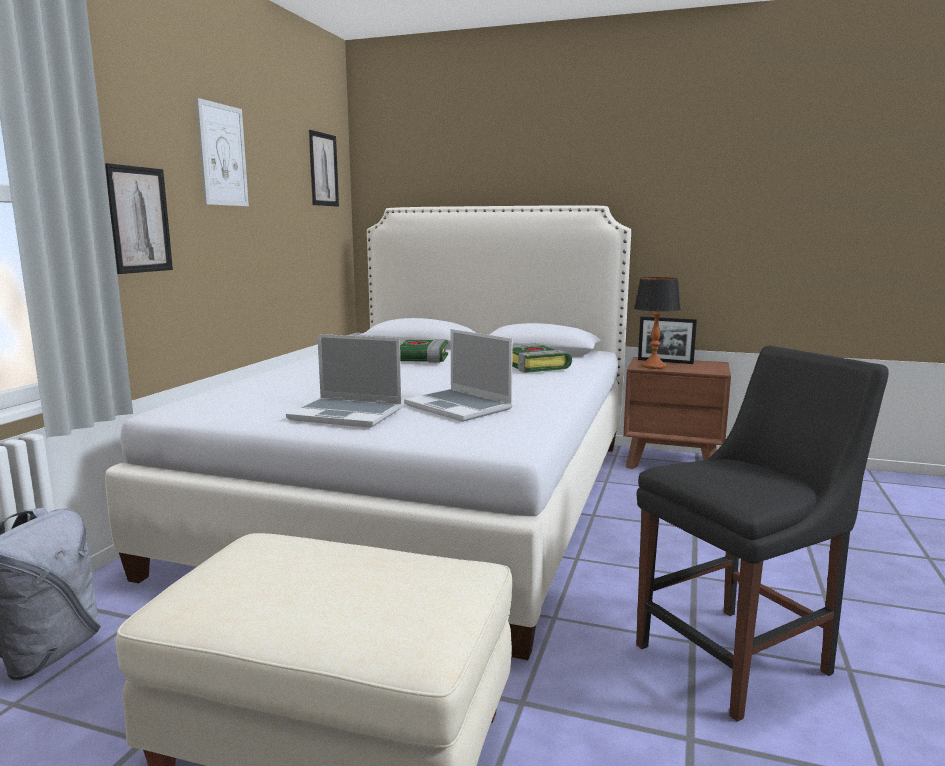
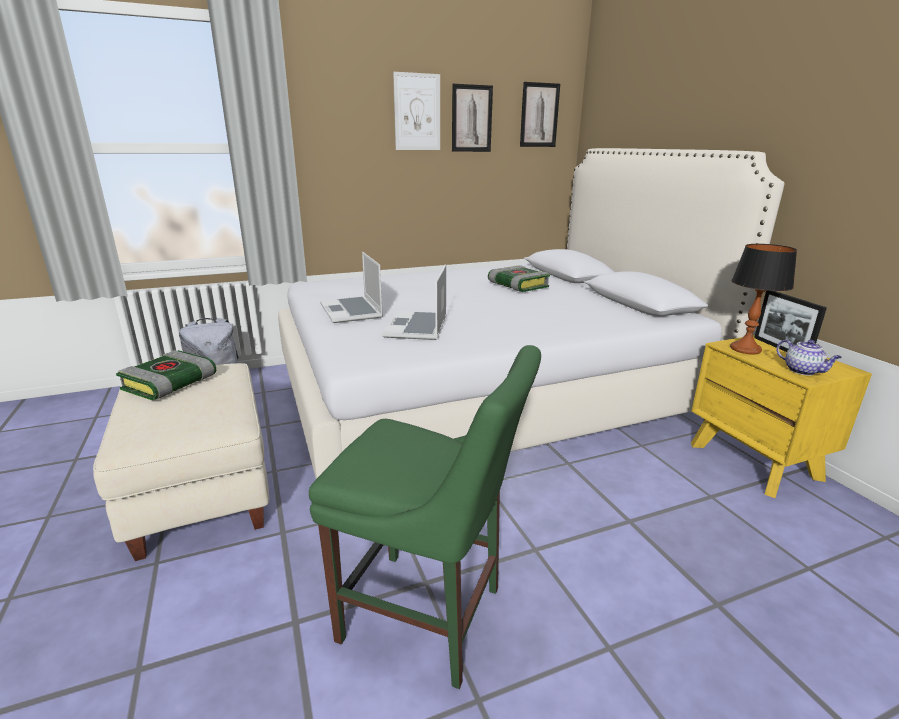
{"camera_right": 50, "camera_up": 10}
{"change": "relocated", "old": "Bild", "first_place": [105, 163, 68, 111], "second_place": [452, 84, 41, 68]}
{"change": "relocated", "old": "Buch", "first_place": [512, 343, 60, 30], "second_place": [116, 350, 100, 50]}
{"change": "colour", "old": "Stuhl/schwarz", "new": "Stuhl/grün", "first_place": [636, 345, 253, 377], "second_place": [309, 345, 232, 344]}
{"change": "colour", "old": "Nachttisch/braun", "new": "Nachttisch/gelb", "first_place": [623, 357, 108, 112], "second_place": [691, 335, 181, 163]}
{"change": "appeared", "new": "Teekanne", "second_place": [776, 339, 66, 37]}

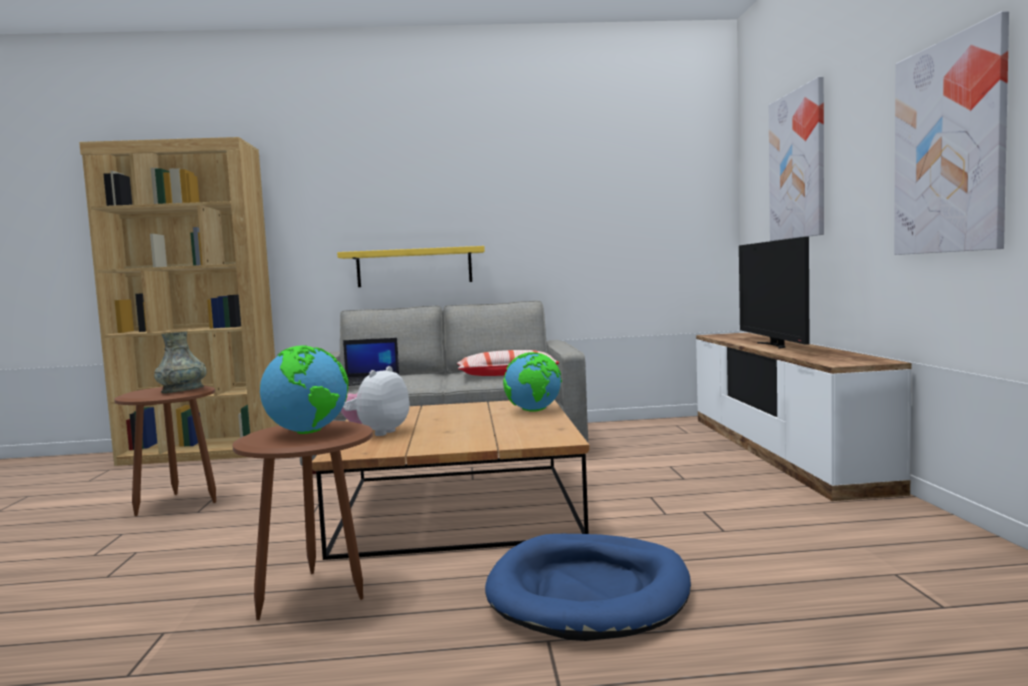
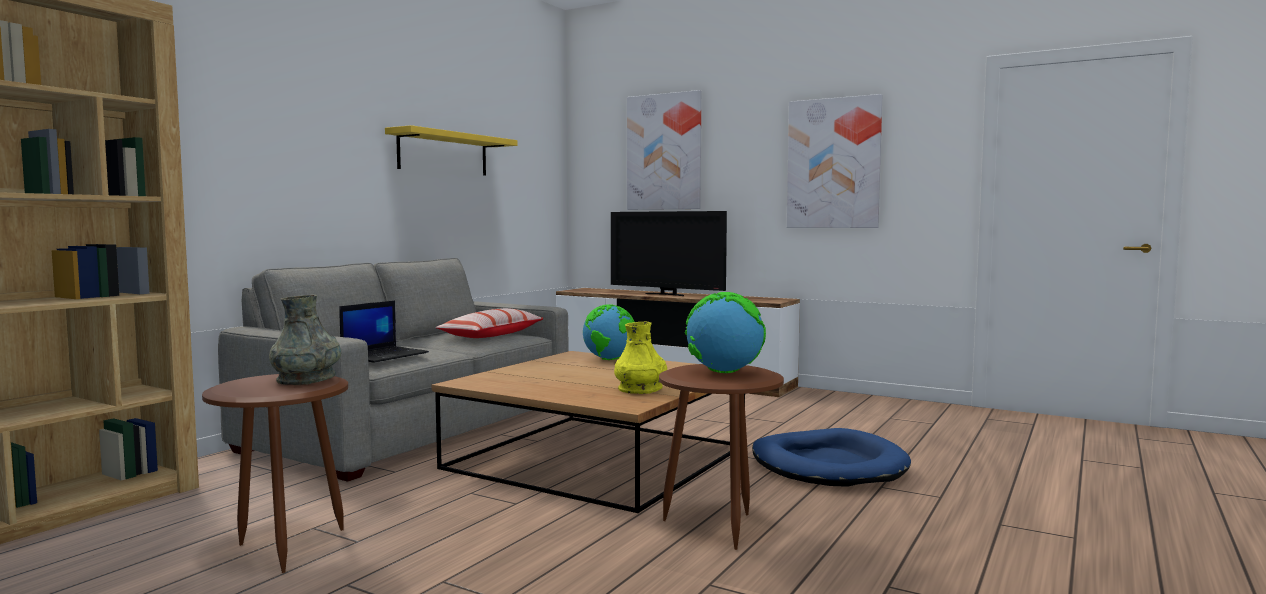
{"camera_right": -55, "camera_up": 0}
{"change": "relocated", "old": "Wandregal/gelb", "first_place": [337, 246, 148, 41], "second_place": [385, 125, 133, 50]}
{"change": "missing", "old": "Plüschtier", "first_place": [341, 366, 69, 70]}
{"change": "appeared", "new": "Vase/gelb", "second_place": [614, 322, 53, 72]}

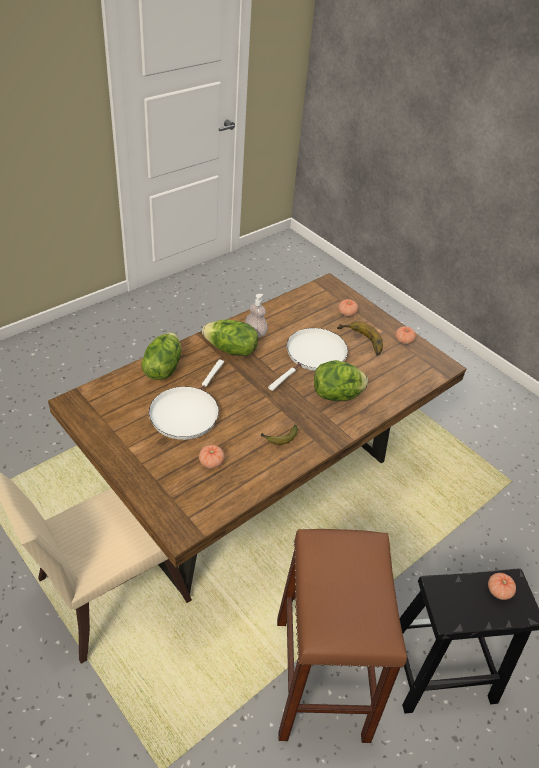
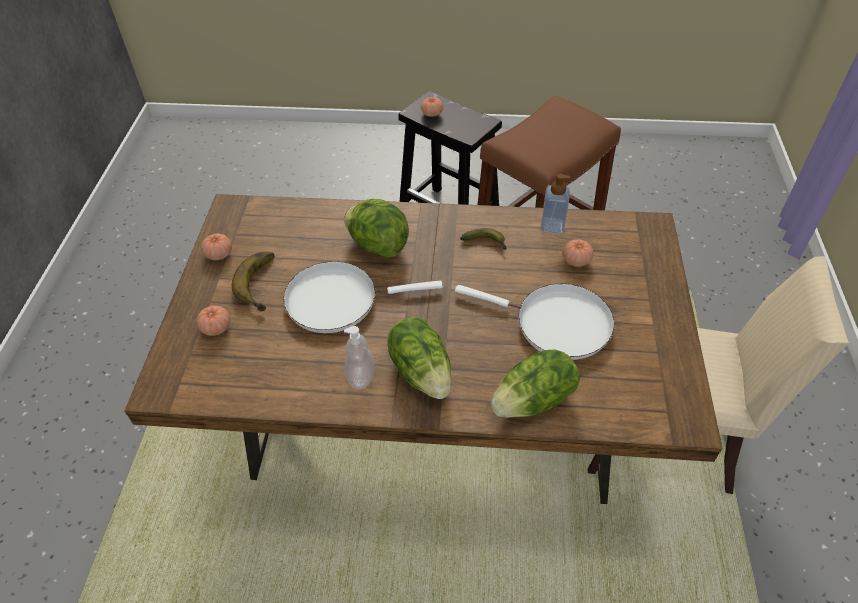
{"camera_right": -130, "camera_up": 5}
{"change": "spun", "old": "Pfanne/weiß", "first_place": [149, 359, 75, 81], "second_place": [455, 283, 160, 77], "degrees": 45}
{"change": "appeared", "new": "Seifenspender", "second_place": [541, 174, 29, 60]}

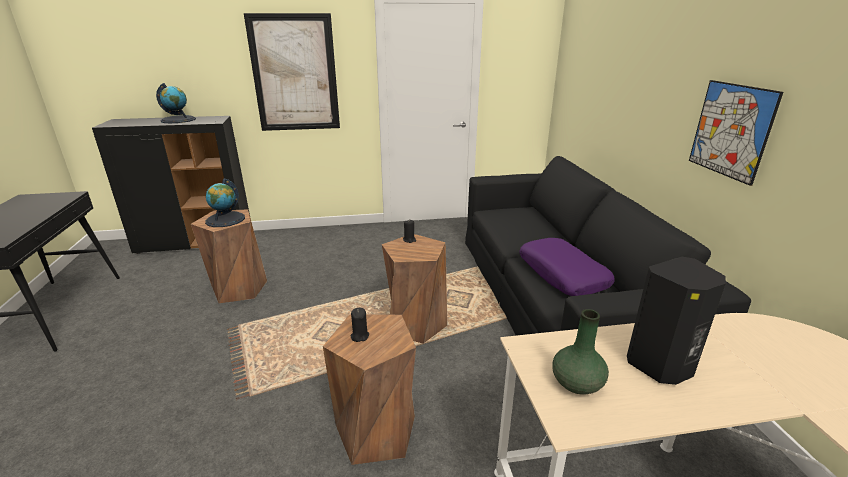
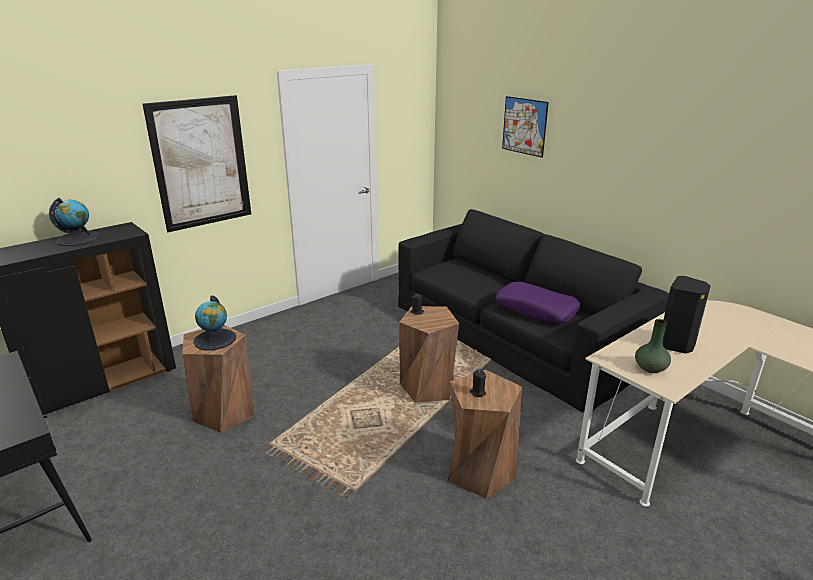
{"camera_right": -30, "camera_up": 0}
{"change": "relocated", "old": "Bild", "first_place": [689, 80, 94, 106], "second_place": [502, 96, 47, 62]}

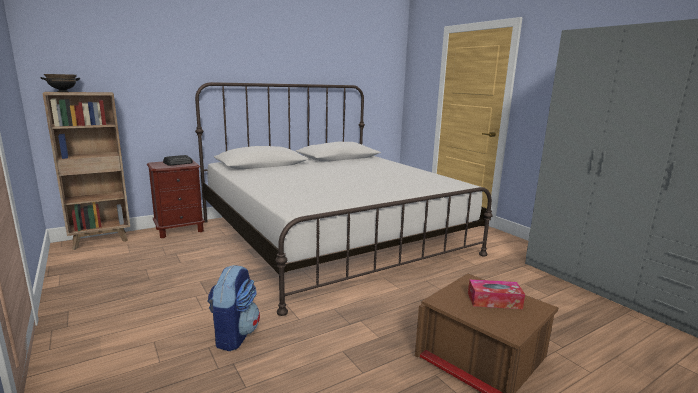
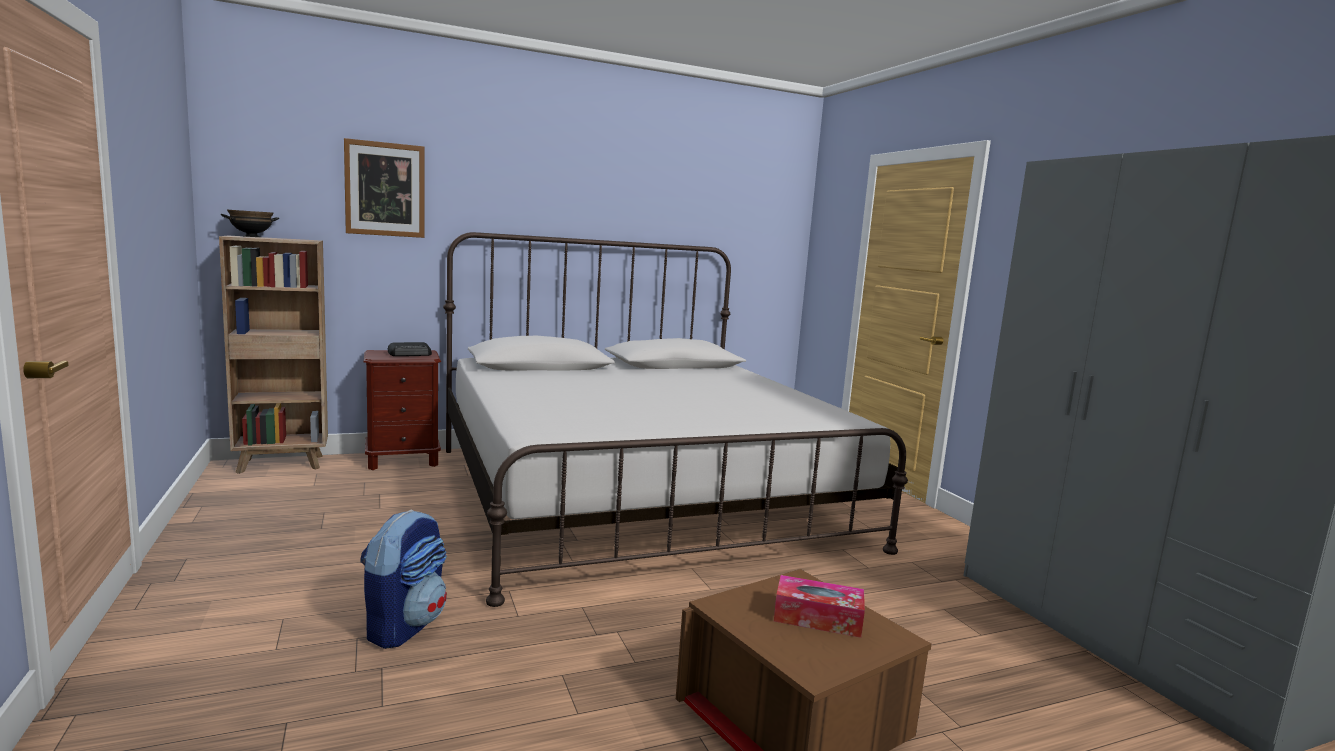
{"camera_right": 10, "camera_up": -5}
{"change": "appeared", "new": "Bild", "second_place": [344, 138, 80, 100]}

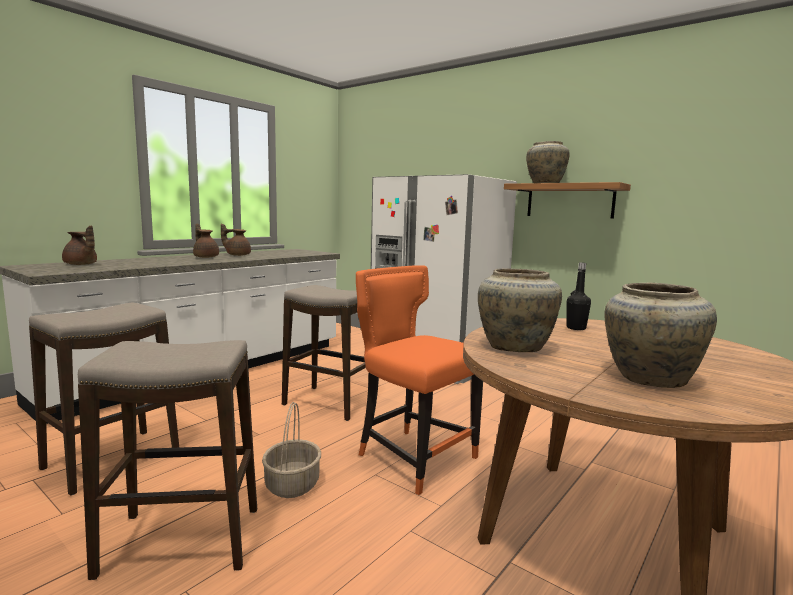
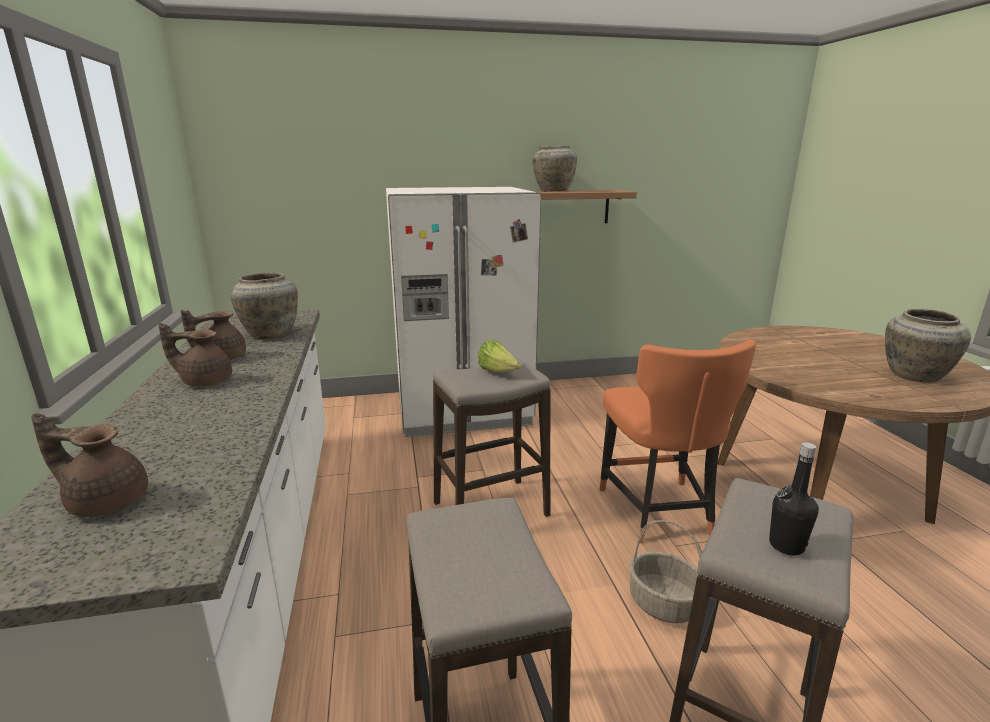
{"camera_right": -50, "camera_up": 10}
{"change": "spun", "old": "Teekanne/braun", "first_place": [62, 225, 35, 40], "second_place": [31, 413, 117, 104], "degrees": -150}
{"change": "relocated", "old": "Flasche/schwarz", "first_place": [566, 262, 25, 68], "second_place": [769, 442, 50, 113]}
{"change": "spun", "old": "Stuhl/orange", "first_place": [356, 265, 127, 230], "second_place": [600, 339, 156, 204], "degrees": -90}
{"change": "relocated", "old": "Vase/beige", "first_place": [478, 268, 84, 84], "second_place": [231, 273, 67, 66]}
{"change": "appeared", "new": "Salatkopf", "second_place": [478, 340, 43, 33]}

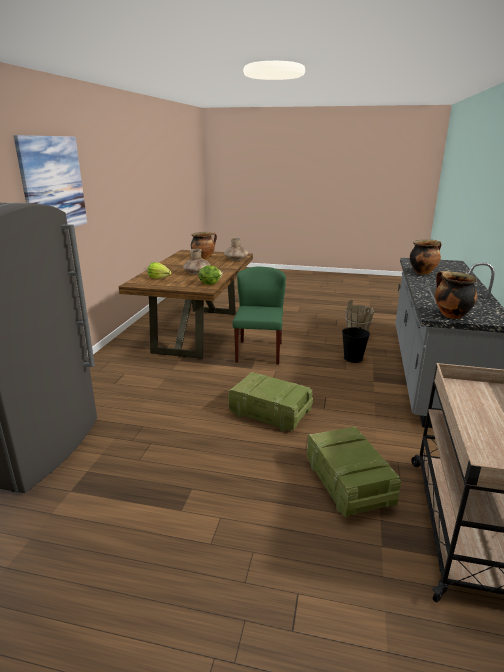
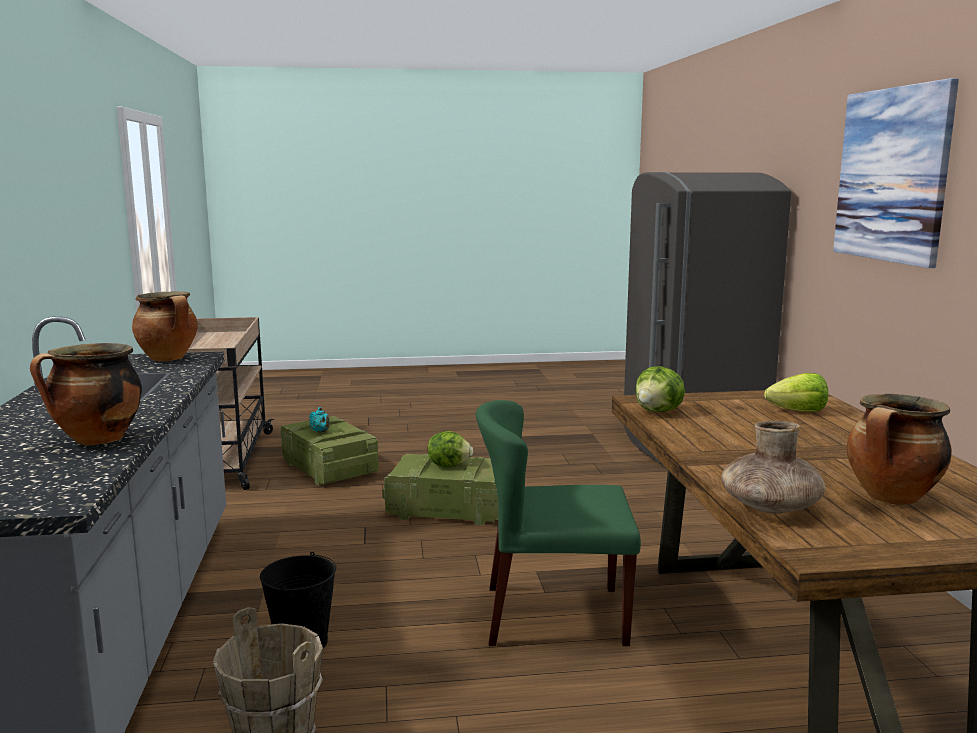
{"camera_right": 160, "camera_up": -10}
{"change": "missing", "old": "Vase/braun", "first_place": [183, 249, 28, 26]}
{"change": "spun", "old": "Stuhl/grün", "first_place": [232, 266, 54, 99], "second_place": [476, 400, 165, 246], "degrees": 105}
{"change": "appeared", "new": "Teekanne/türkis", "second_place": [309, 407, 21, 26]}
{"change": "appeared", "new": "Salatkopf", "second_place": [428, 431, 45, 37]}

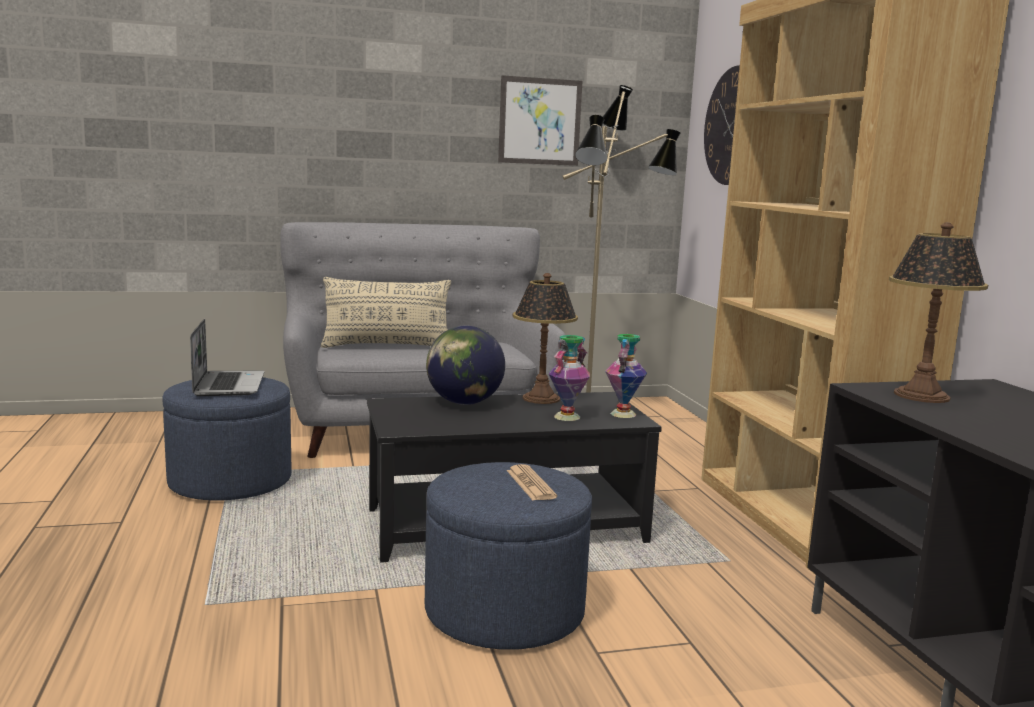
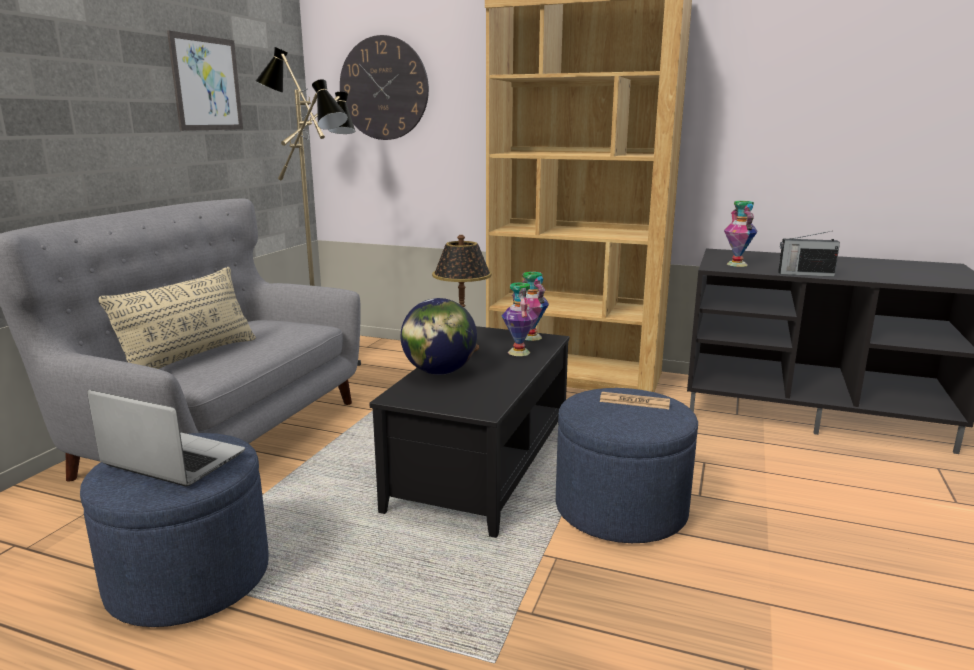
{"camera_right": -55, "camera_up": 5}
{"change": "exchanged", "old": "Tischlampe", "new": "Vase", "first_place": [889, 222, 99, 181], "second_place": [724, 201, 34, 66]}
{"change": "appeared", "new": "Radio", "second_place": [778, 231, 62, 46]}

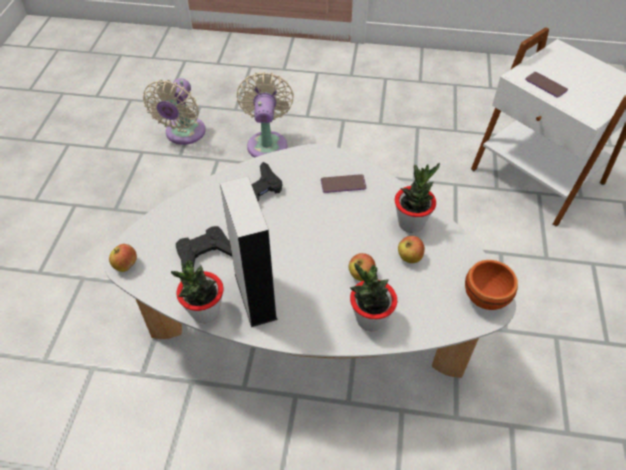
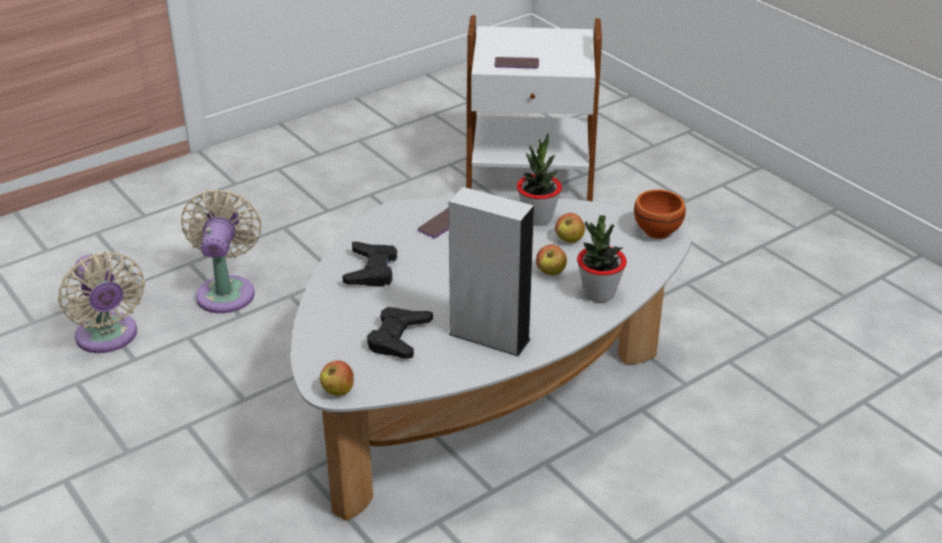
{"camera_right": -45, "camera_up": -15}
{"change": "spun", "old": "Ventilator/beige", "first_place": [237, 72, 57, 86], "second_place": [181, 189, 80, 124], "degrees": 45}
{"change": "missing", "old": "Topfpflanze", "first_place": [171, 260, 52, 63]}

